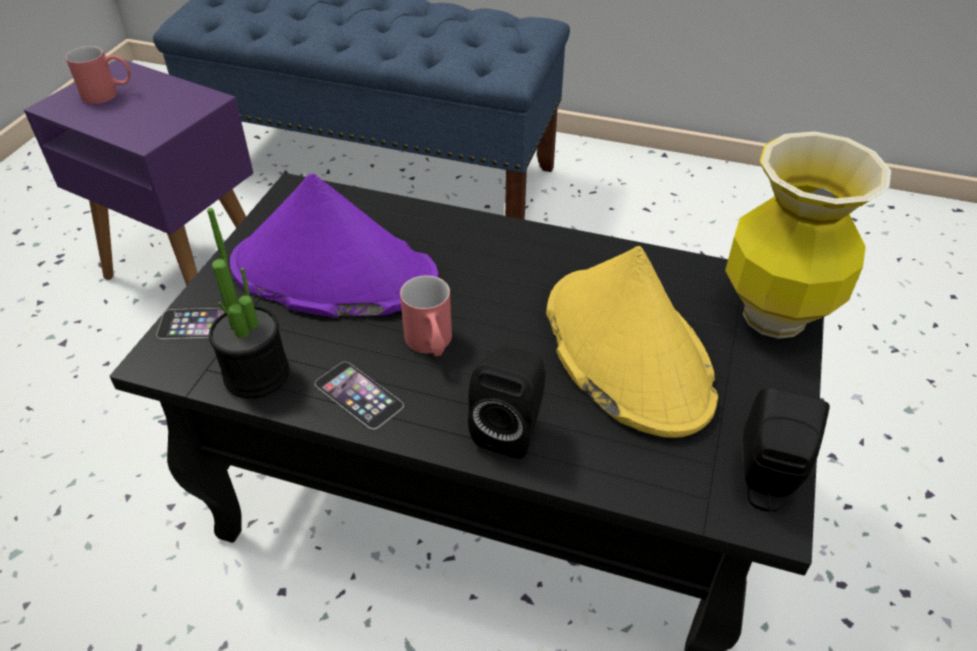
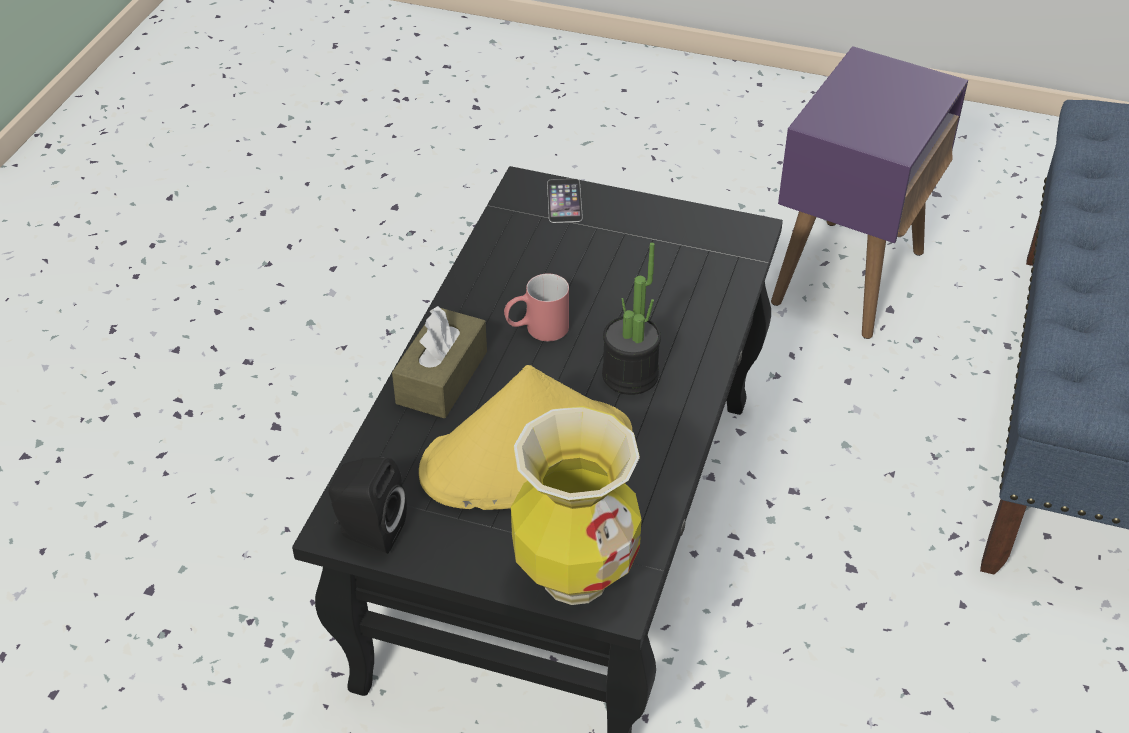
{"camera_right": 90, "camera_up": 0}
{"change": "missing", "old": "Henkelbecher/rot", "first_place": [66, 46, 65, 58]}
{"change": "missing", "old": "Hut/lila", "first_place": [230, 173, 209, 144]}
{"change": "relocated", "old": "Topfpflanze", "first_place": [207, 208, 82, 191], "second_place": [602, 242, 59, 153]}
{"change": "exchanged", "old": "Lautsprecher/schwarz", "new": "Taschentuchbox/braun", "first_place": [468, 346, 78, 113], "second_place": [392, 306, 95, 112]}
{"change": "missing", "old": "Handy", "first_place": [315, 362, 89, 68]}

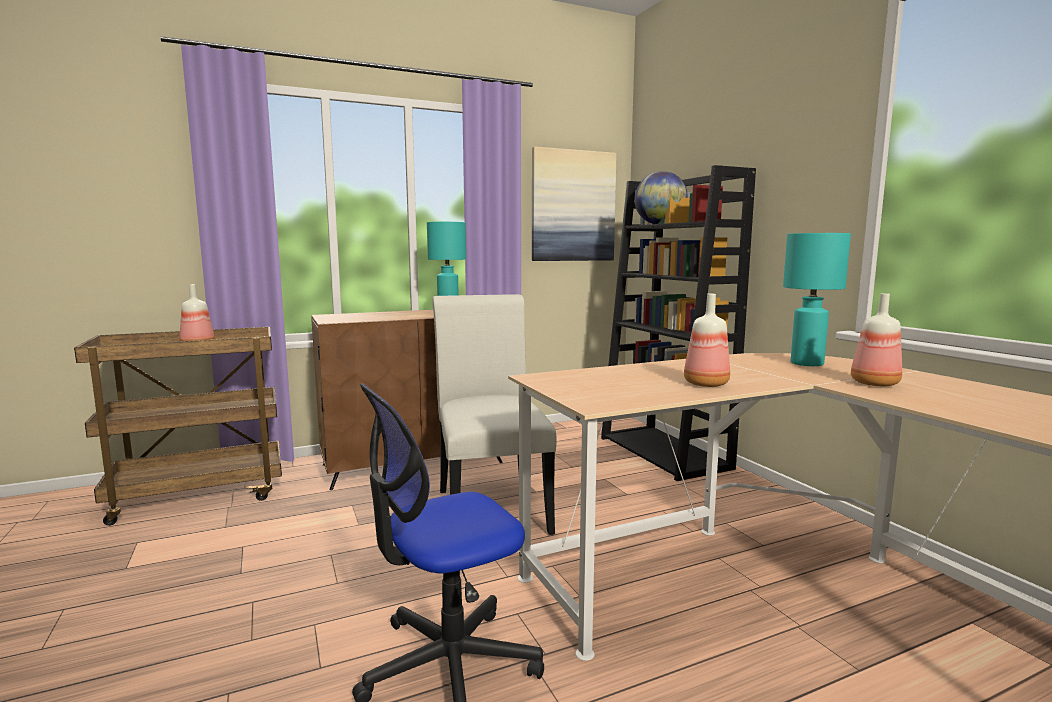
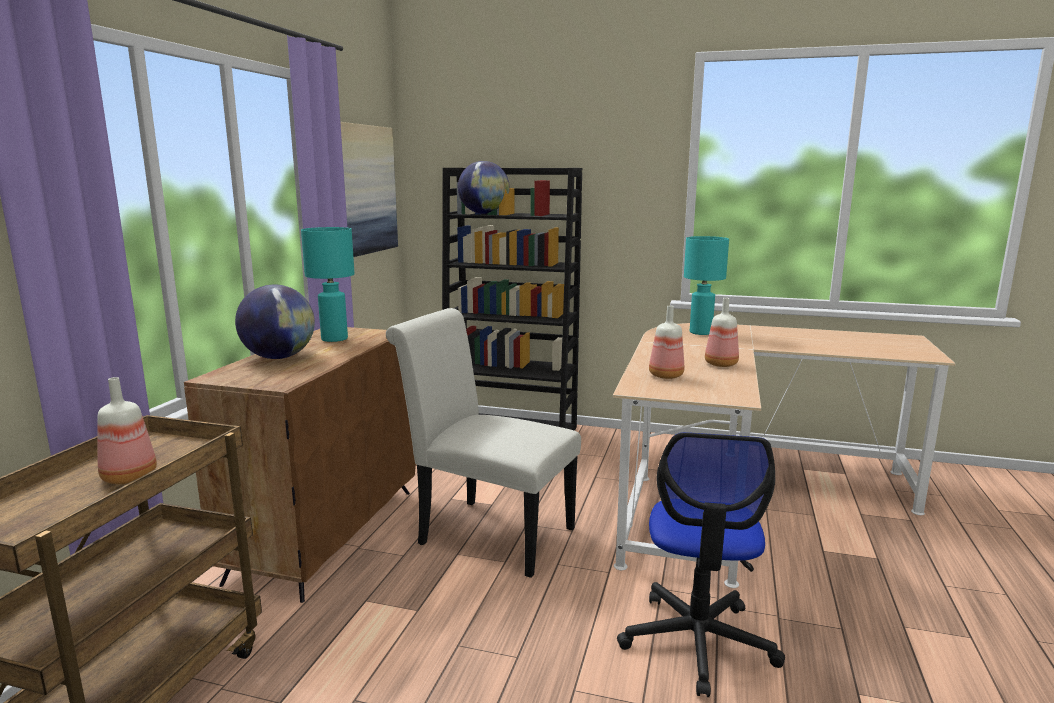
{"camera_right": -50, "camera_up": 5}
{"change": "relocated", "old": "Flasche", "first_place": [851, 293, 51, 93], "second_place": [649, 305, 35, 74]}
{"change": "appeared", "new": "Globus", "second_place": [235, 284, 80, 75]}

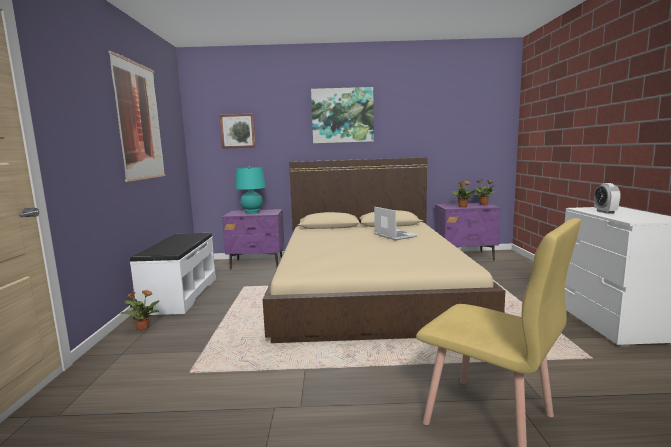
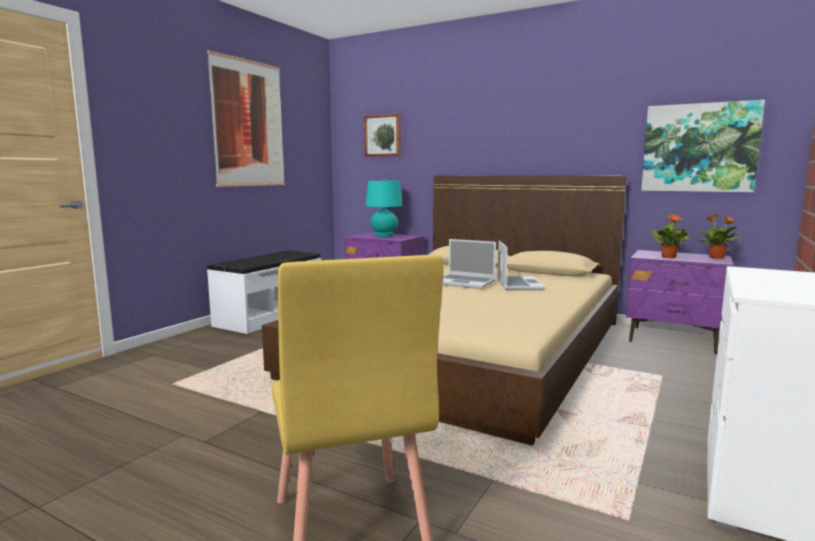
{"camera_right": 30, "camera_up": 0}
{"change": "relocated", "old": "Bild", "first_place": [311, 87, 63, 56], "second_place": [641, 100, 124, 92]}
{"change": "missing", "old": "Wecker", "first_place": [594, 183, 27, 31]}
{"change": "missing", "old": "Topfpflanze", "first_place": [121, 290, 39, 41]}
{"change": "appeared", "new": "Laptop", "second_place": [443, 239, 53, 50]}

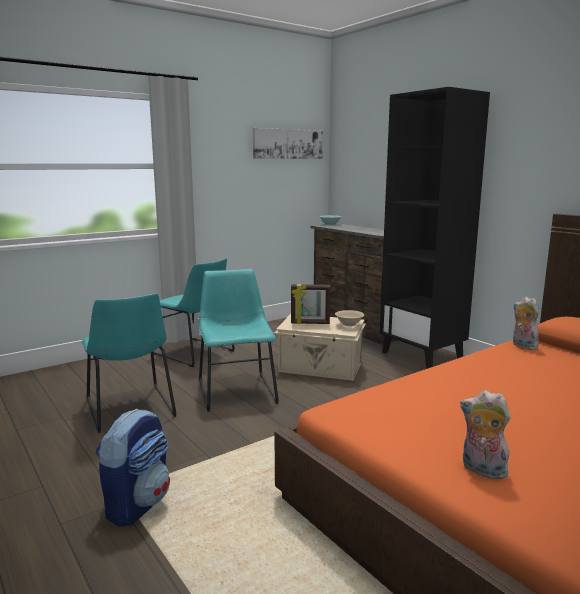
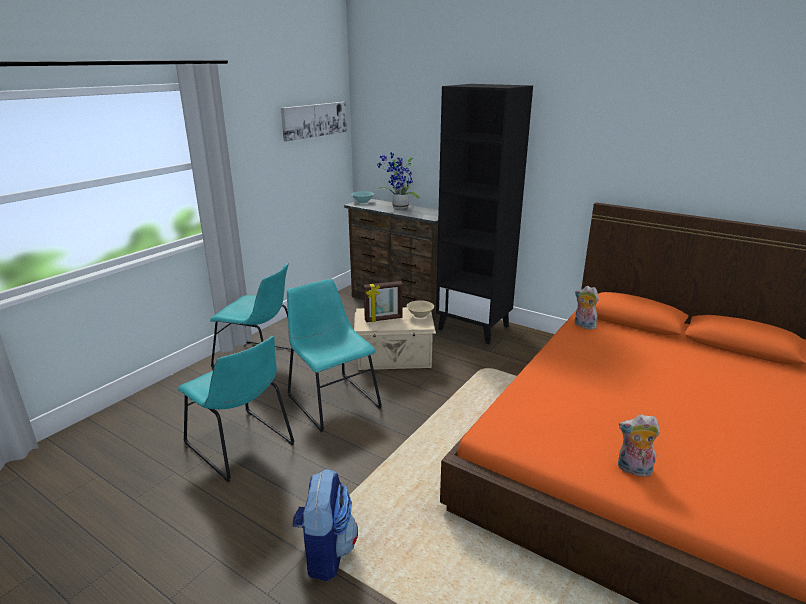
{"camera_right": -20, "camera_up": 10}
{"change": "appeared", "new": "Topfpflanze", "second_place": [376, 152, 44, 57]}

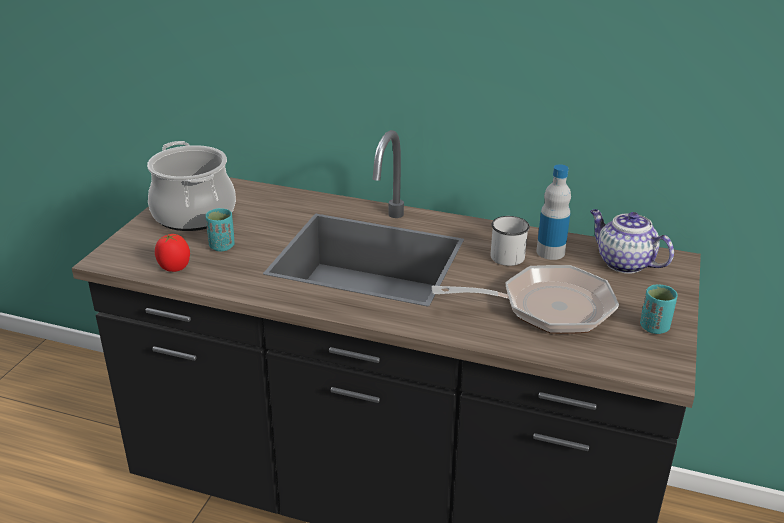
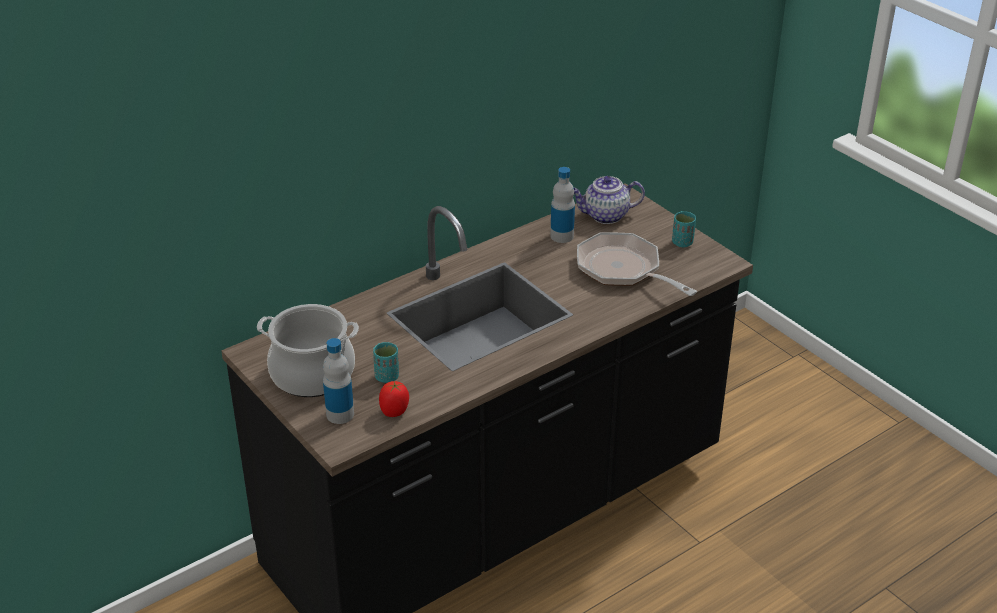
{"camera_right": -55, "camera_up": 5}
{"change": "missing", "old": "Henkelbecher/weiß", "first_place": [491, 216, 39, 50]}
{"change": "spun", "old": "Pfanne", "first_place": [432, 265, 187, 69], "second_place": [577, 233, 120, 63], "degrees": -75}
{"change": "appeared", "new": "Flasche", "second_place": [323, 338, 31, 86]}

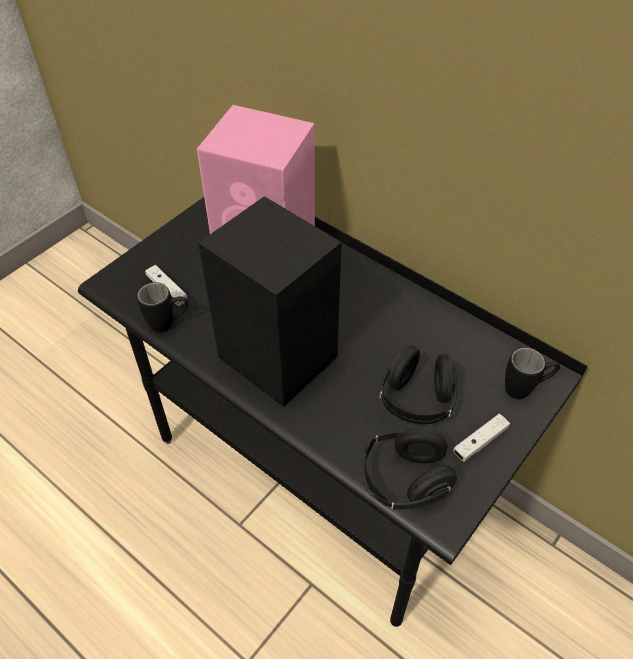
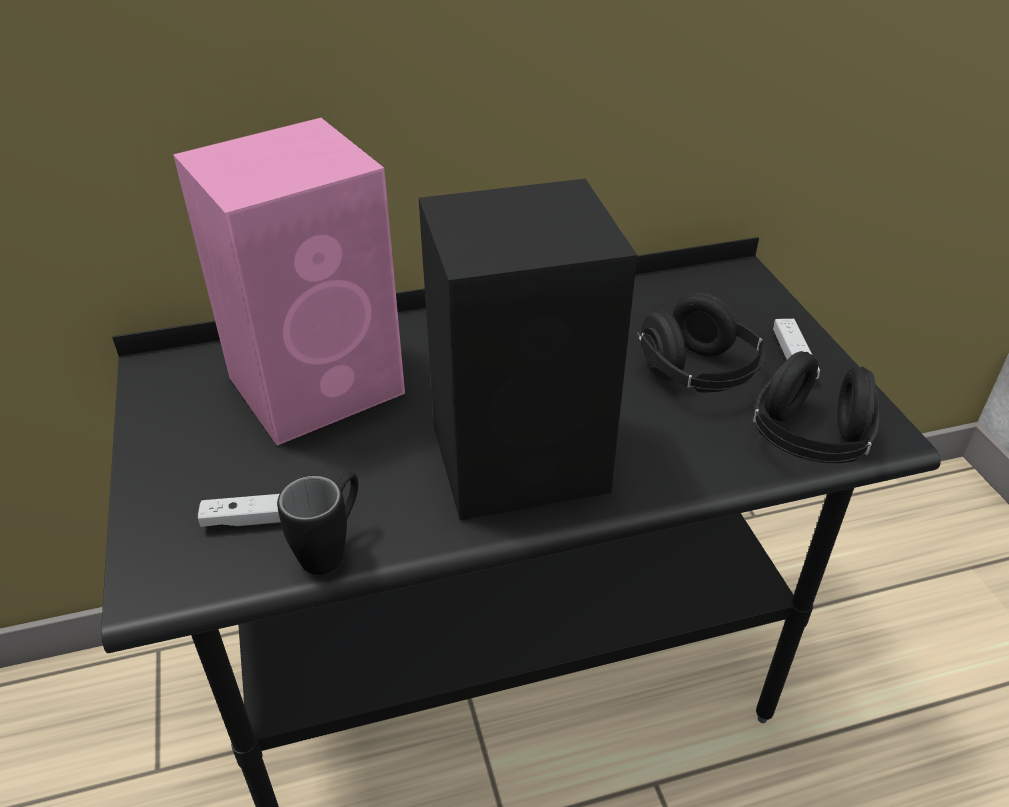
{"camera_right": -55, "camera_up": -10}
{"change": "missing", "old": "Henkelbecher/schwarz", "first_place": [505, 347, 55, 52]}

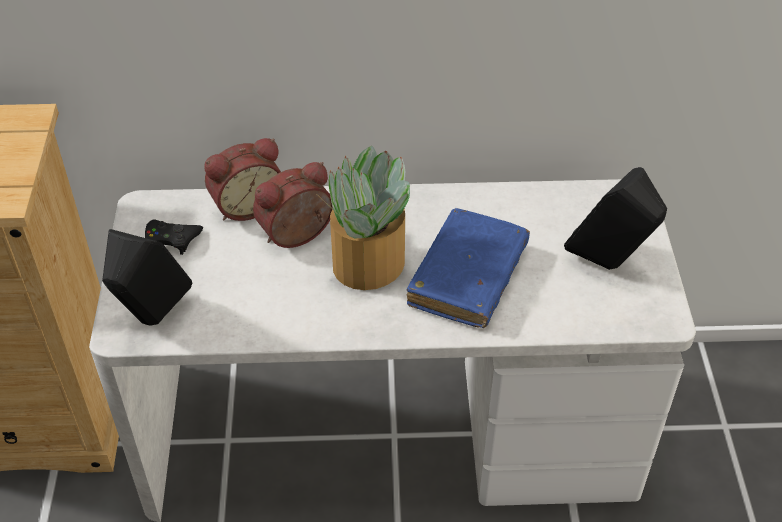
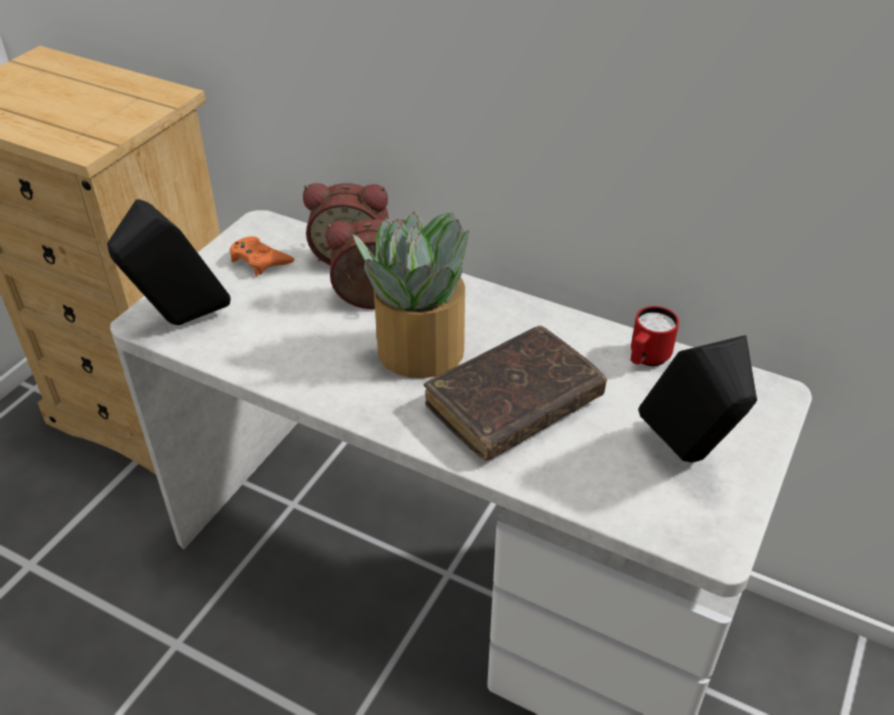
{"camera_right": 30, "camera_up": -5}
{"change": "colour", "old": "Buch/blau", "new": "Buch/braun", "first_place": [407, 208, 123, 120], "second_place": [424, 326, 183, 135]}
{"change": "colour", "old": "Gamepad/schwarz", "new": "Gamepad/orange", "first_place": [145, 219, 58, 36], "second_place": [229, 236, 65, 40]}
{"change": "appeared", "new": "Henkelbecher/rot", "second_place": [630, 306, 49, 60]}

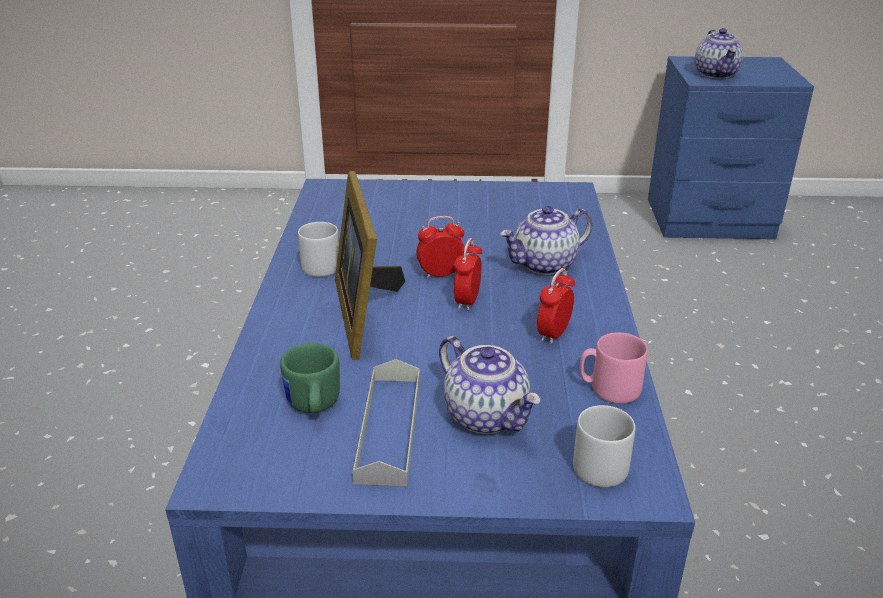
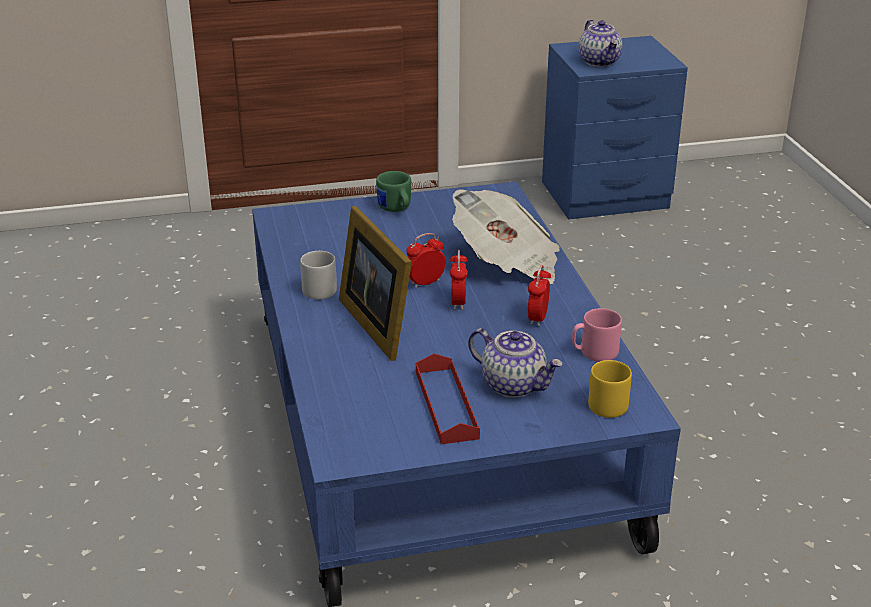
{"camera_right": -15, "camera_up": 0}
{"change": "exchanged", "old": "Teekanne", "new": "Zeitung", "first_place": [500, 206, 93, 69], "second_place": [452, 189, 108, 95]}
{"change": "relocated", "old": "Henkelbecher/grün", "first_place": [280, 343, 60, 70], "second_place": [376, 171, 35, 41]}
{"change": "colour", "old": "Tablett/grau", "new": "Tablett/rot", "first_place": [352, 359, 68, 127], "second_place": [416, 354, 64, 90]}
{"change": "colour", "old": "Henkelbecher/grau", "new": "Henkelbecher/gelb", "first_place": [573, 405, 62, 82], "second_place": [588, 360, 44, 58]}

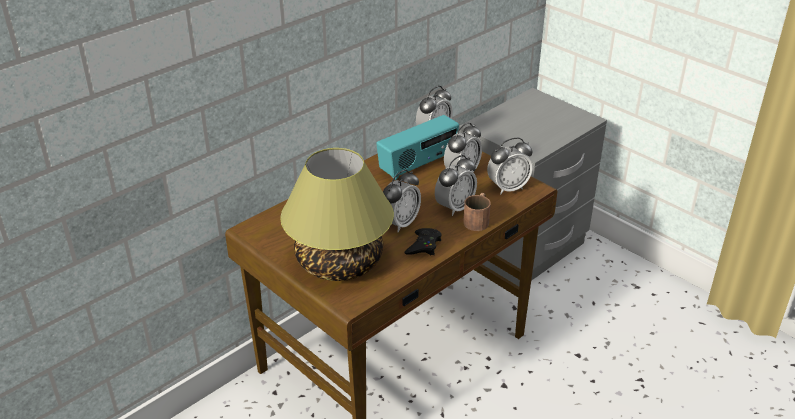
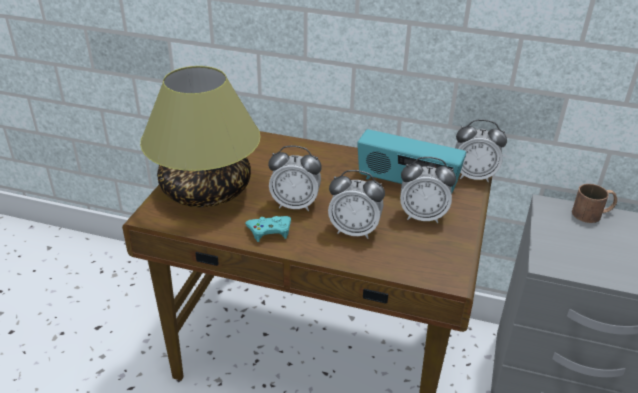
{"camera_right": 60, "camera_up": 0}
{"change": "missing", "old": "Wecker", "first_place": [487, 138, 46, 56]}
{"change": "relocated", "old": "Henkelbecher/braun", "first_place": [463, 193, 28, 38], "second_place": [572, 184, 45, 39]}
{"change": "colour", "old": "Gamepad/schwarz", "new": "Gamepad/türkis", "first_place": [404, 228, 37, 27], "second_place": [245, 216, 46, 26]}

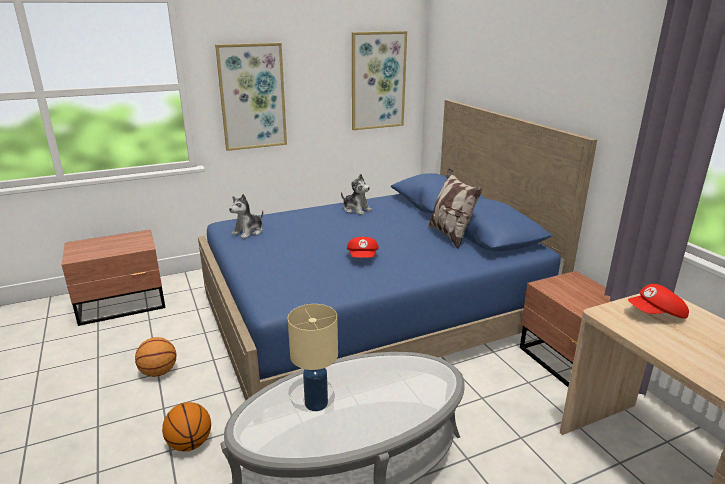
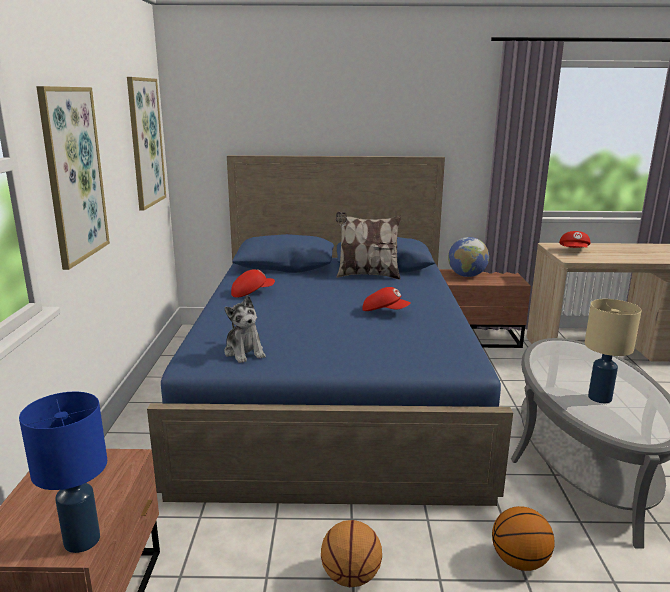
{"camera_right": -65, "camera_up": -5}
{"change": "exchanged", "old": "Plüschtier", "new": "Kappe/rot", "first_place": [341, 174, 31, 41], "second_place": [231, 269, 44, 29]}
{"change": "appeared", "new": "Globus", "second_place": [448, 237, 41, 40]}
{"change": "appeared", "new": "Tischlampe/blau", "second_place": [19, 392, 88, 161]}

